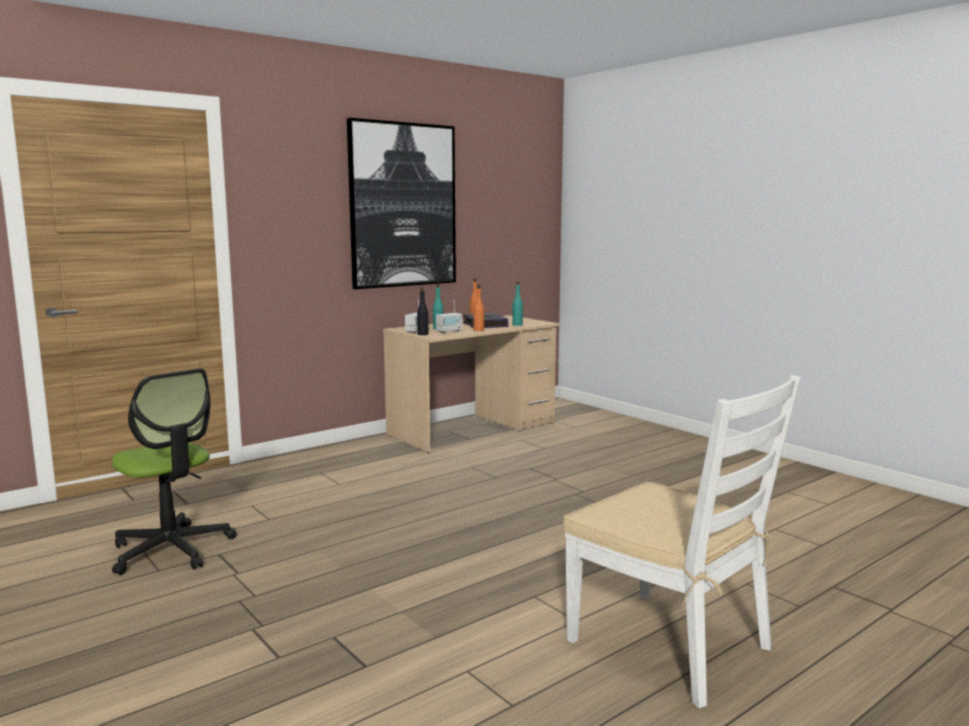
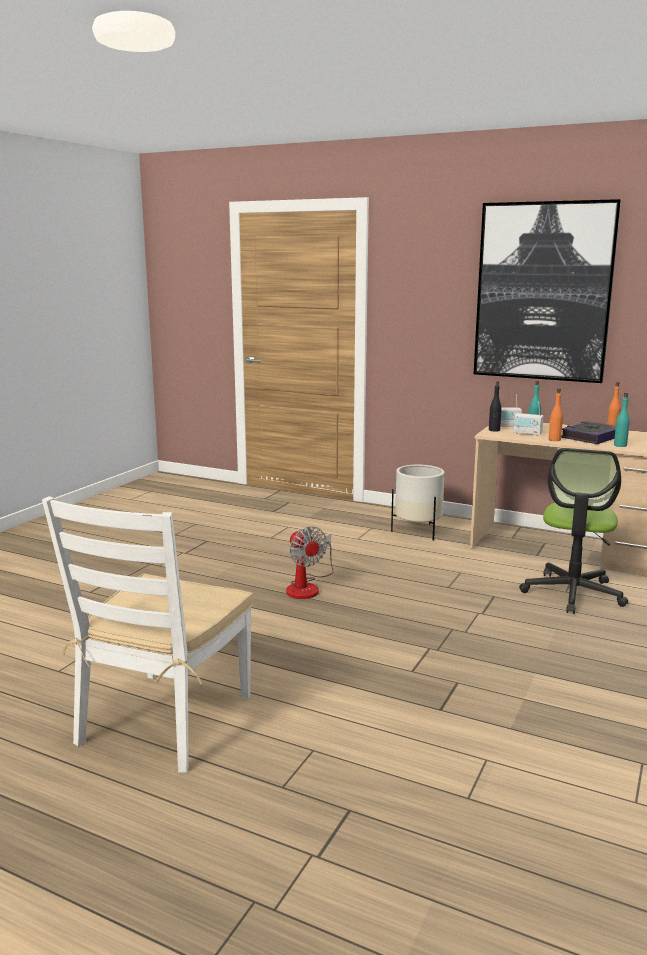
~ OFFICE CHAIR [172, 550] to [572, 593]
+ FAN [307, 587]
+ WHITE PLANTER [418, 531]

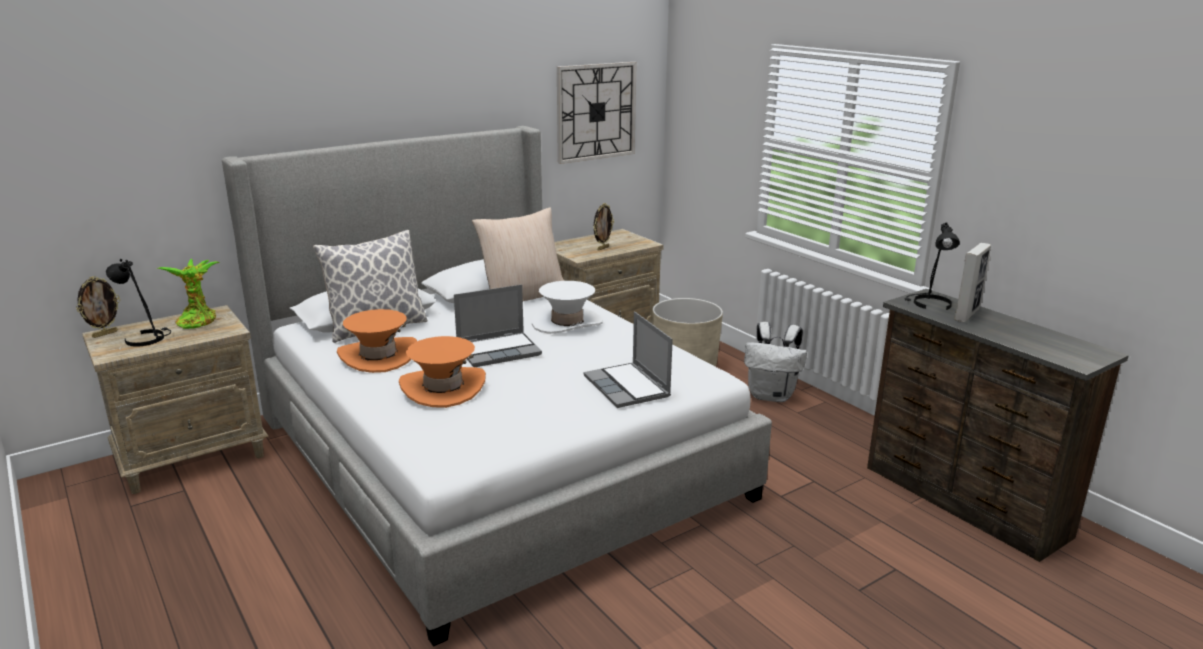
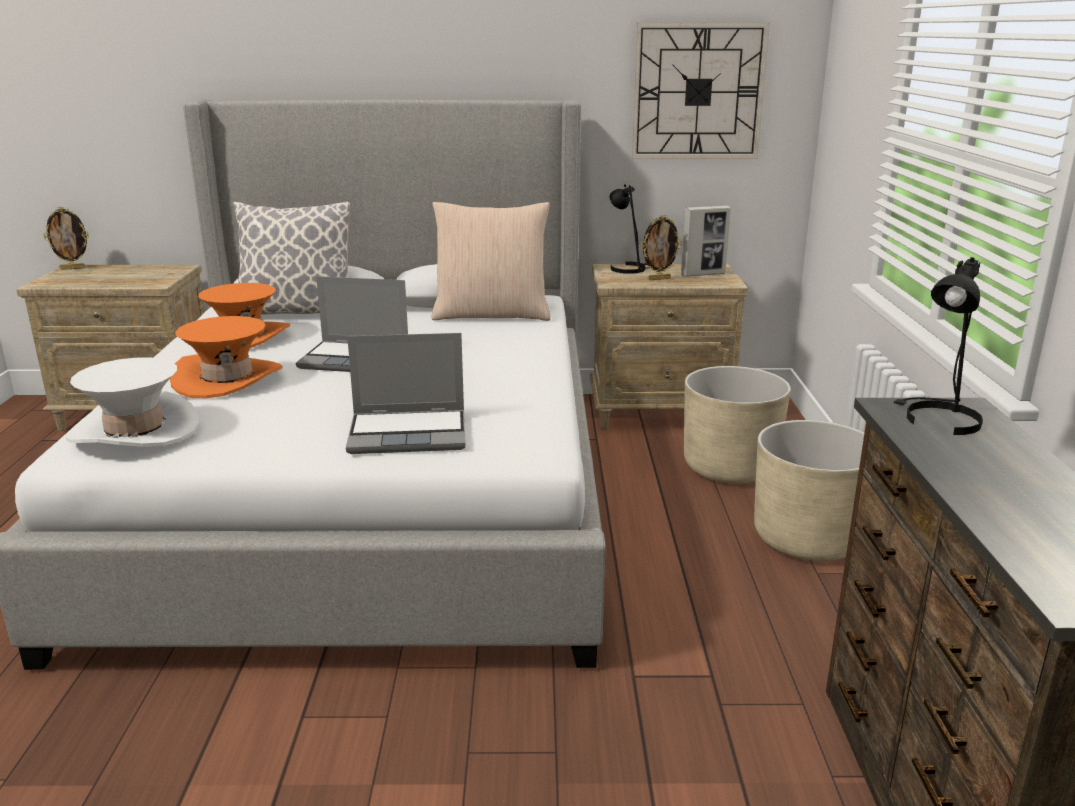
~ BLACK TABLE LAMP [146, 338] to [629, 268]
- POTTED PLANT [197, 320]
~ WHITE HAT [567, 323] to [135, 431]
~ LAPTOP [628, 387] = [410, 433] 105 degrees counterclockwise
~ WHITE BACKPACK [772, 395] to BEIGE PLANTER [807, 538]
~ PICTURE FRAME [966, 315] to [703, 274]

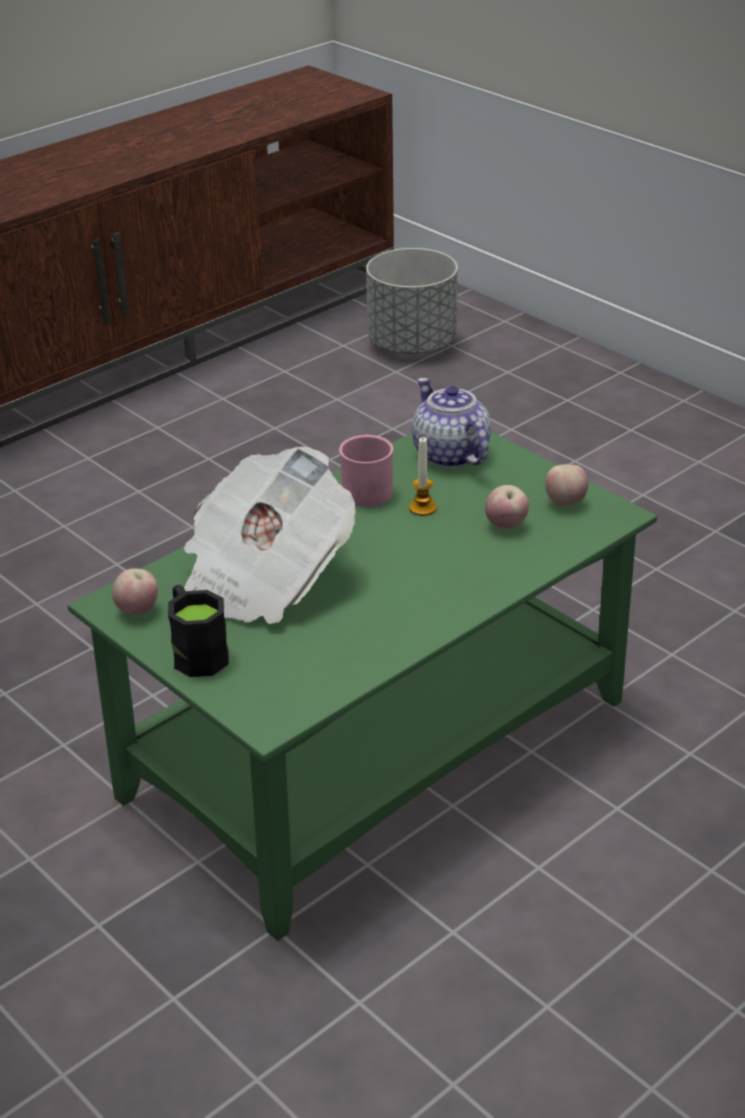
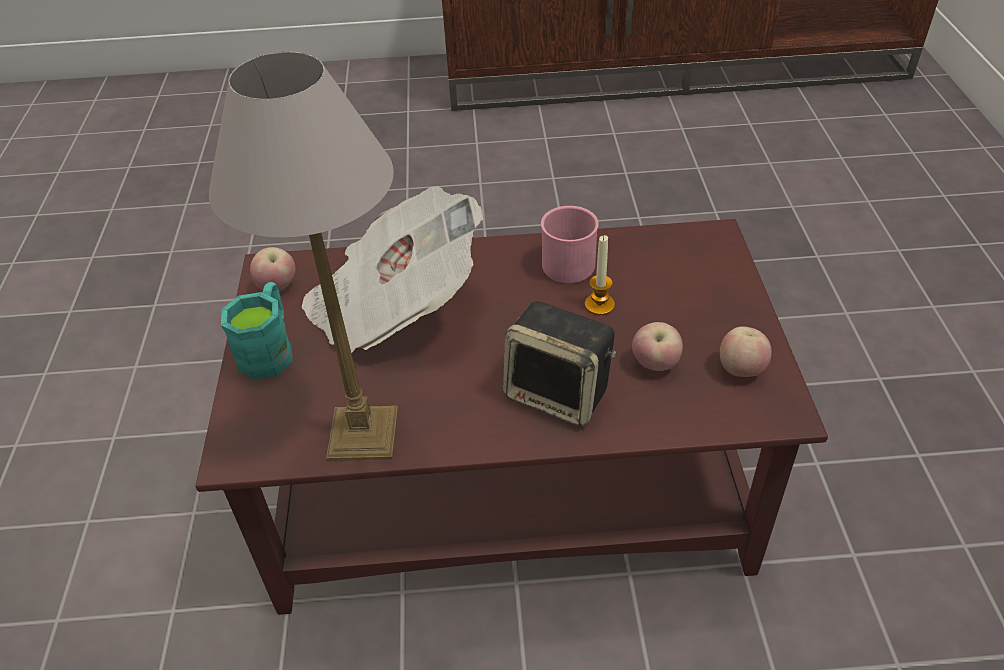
~ GREEN COFFEE TABLE [374, 751] to BROWN COFFEE TABLE [505, 490]
~ BLACK MUG [196, 651] to TURQUOISE MUG [270, 349]
- GREY PLANTER [413, 344]
- TEAPOT [449, 454]
+ TABLE LAMP [365, 432]
+ SPEAKER [559, 394]

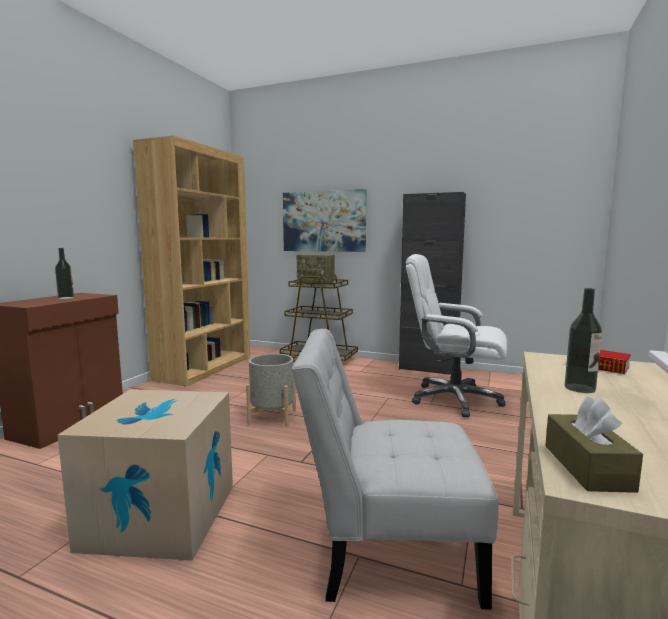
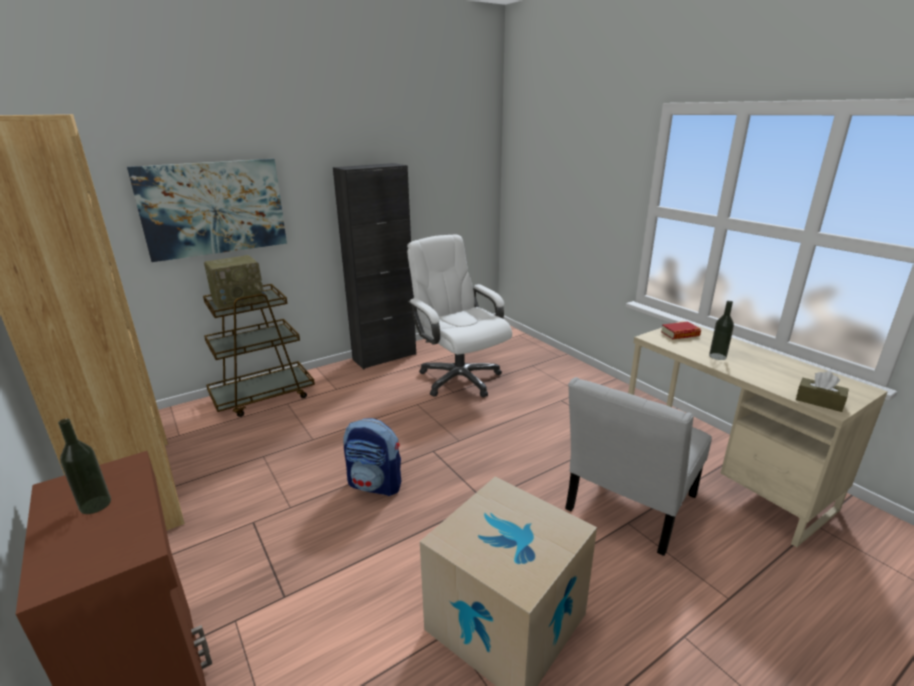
~ GREY PLANTER [272, 417] to BACKPACK [376, 484]
~ WHITE OFFICE CHAIR [454, 399] = [459, 379] 90 degrees clockwise

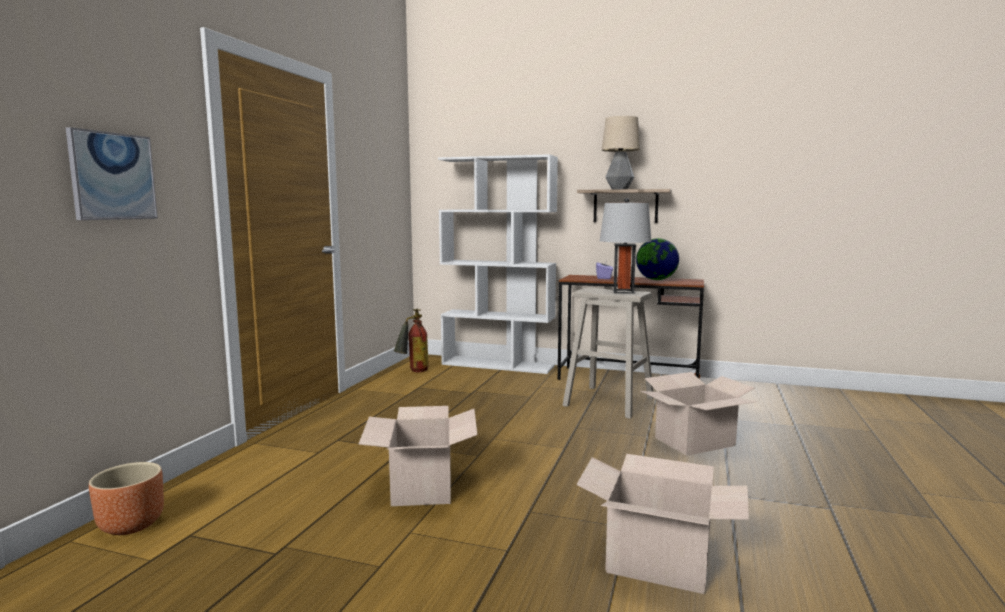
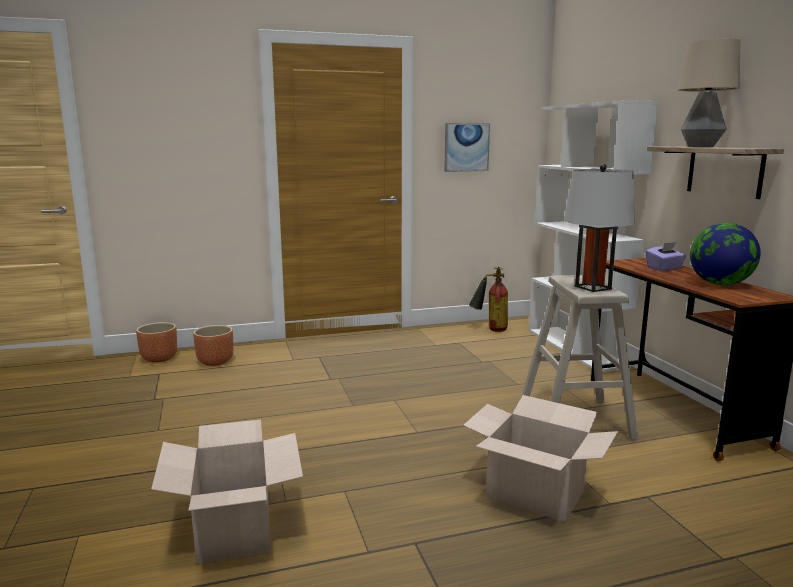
~ PICTURE [112, 176] to [466, 147]
- CARDBOARD BOX [423, 487]
+ BROWN PLANTER [215, 361]

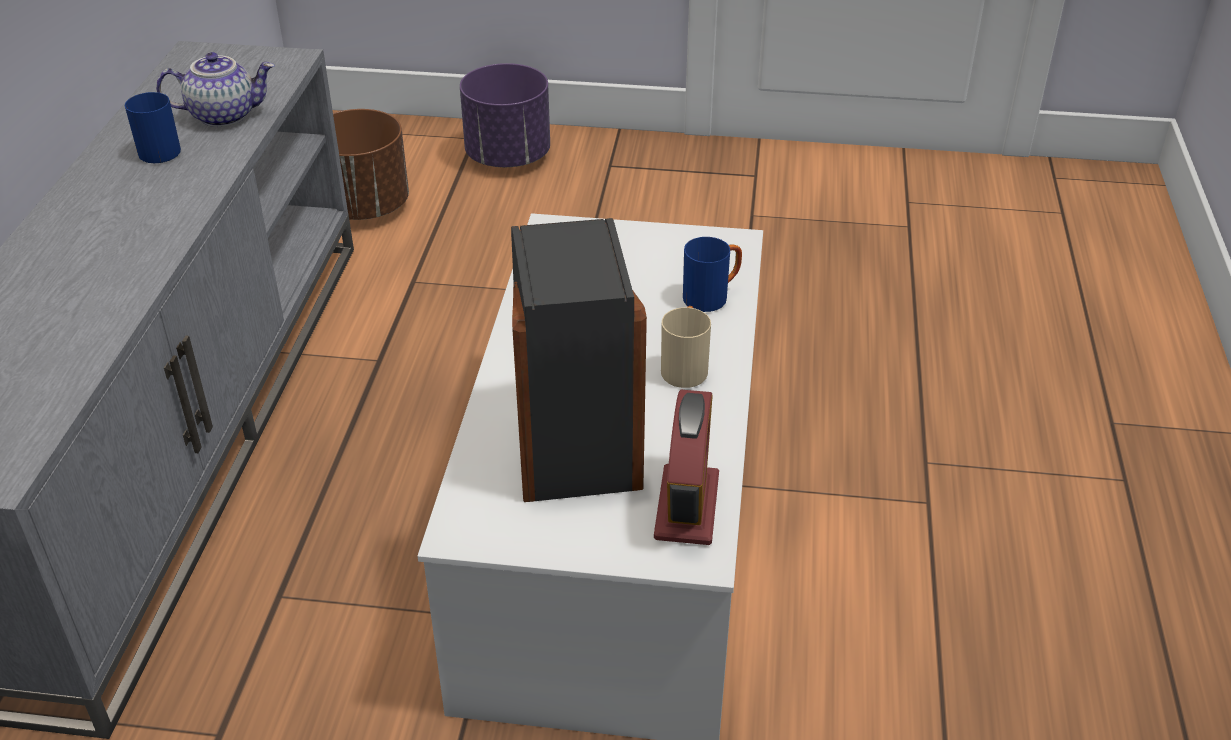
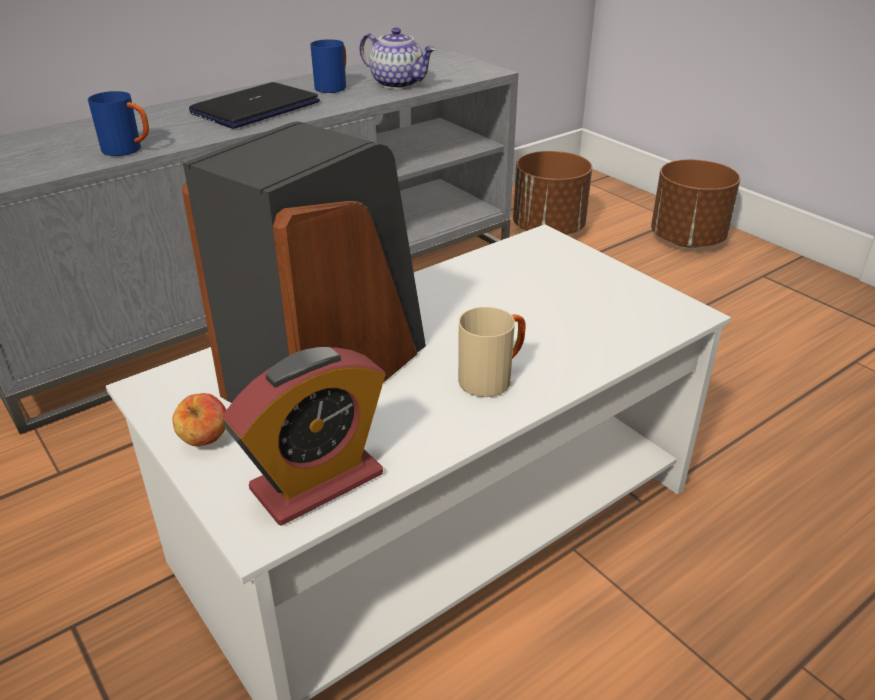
~ PURPLE PLANTER [507, 157] to BROWN PLANTER [686, 240]
~ BLUE MUG [712, 296] to [129, 150]
+ APPLE [205, 441]
+ LAPTOP [255, 108]

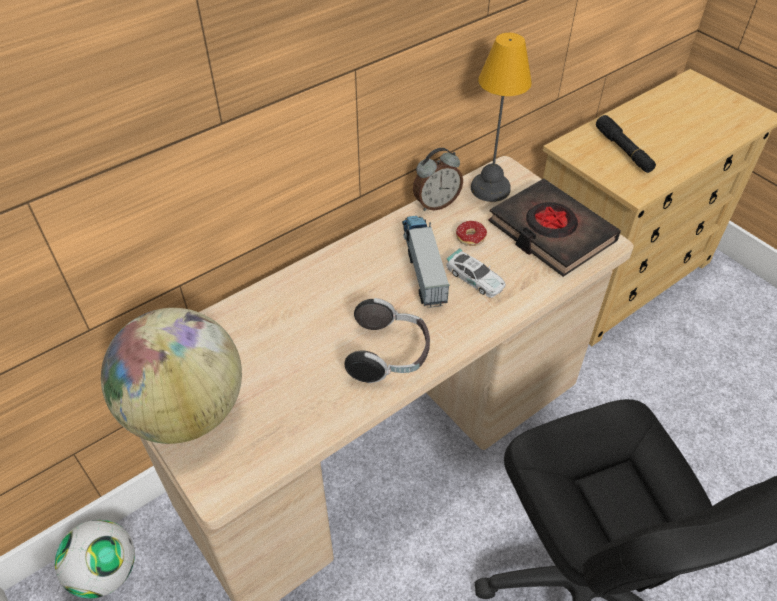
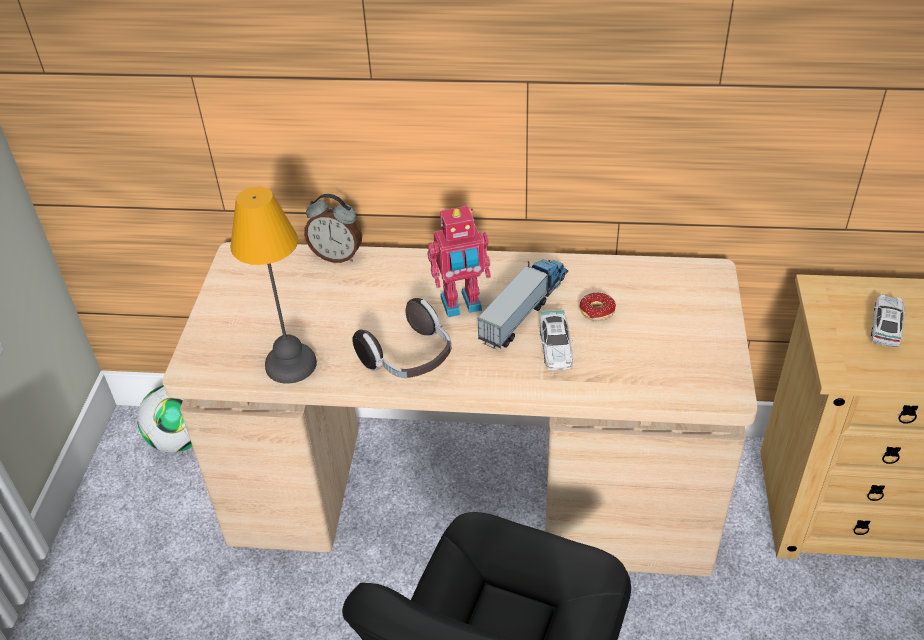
- GLOBE [186, 411]
~ ALARM CLOCK [436, 203] to [337, 256]
~ TABLE LAMP [490, 189] to [289, 365]
- BLACK BOOK [550, 232]
~ BLACK FLASHLIGHT [623, 150] to TOY CAR [886, 325]
+ TOY ROBOT [461, 305]

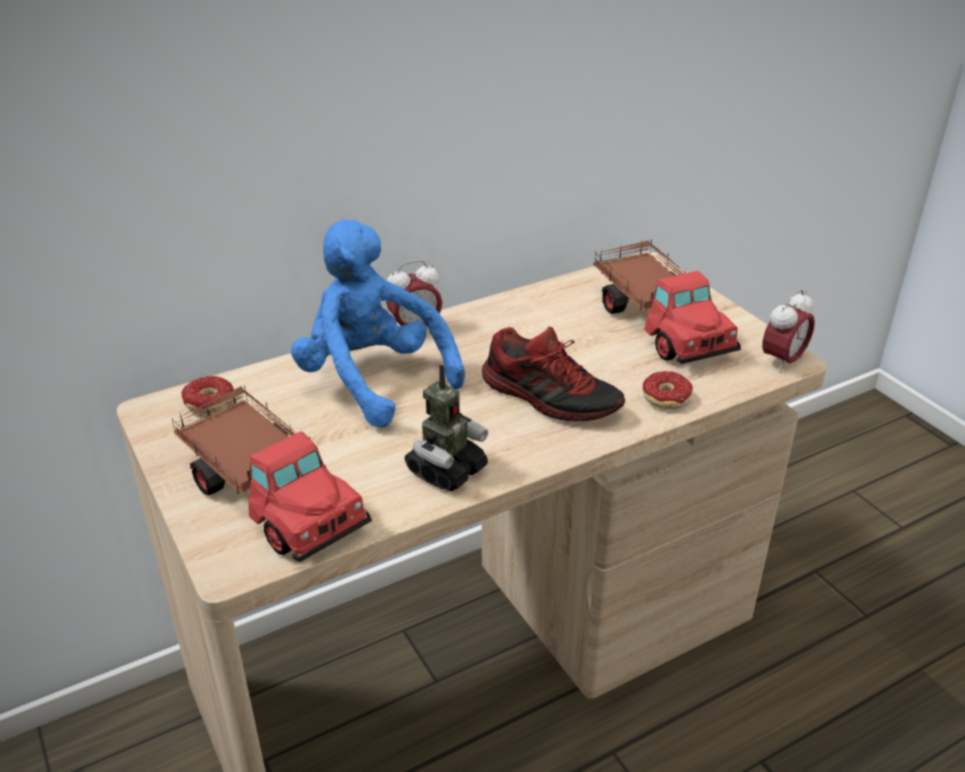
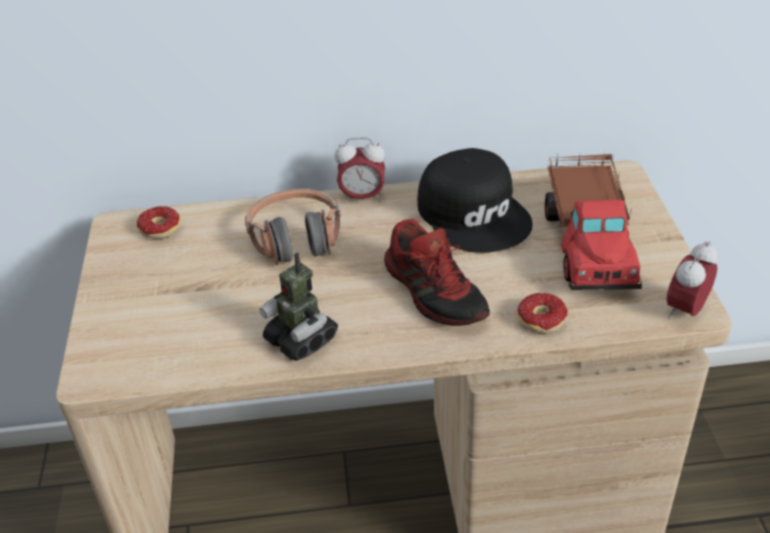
- TOY TRUCK [271, 494]
~ BLUE PLUSH TOY [372, 380] to HEADPHONES [296, 239]
~ TOY ROBOT [446, 471] = [301, 340] 75 degrees clockwise
~ ALARM CLOCK [782, 362] = [686, 310] 150 degrees clockwise
+ BLACK CAP [475, 213]

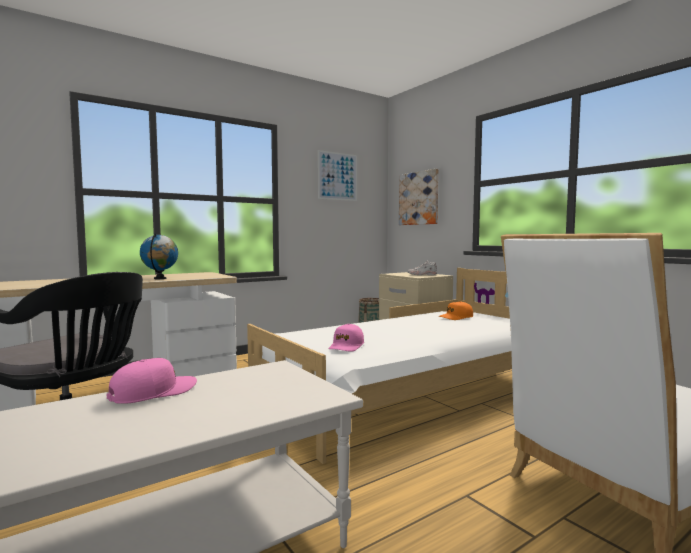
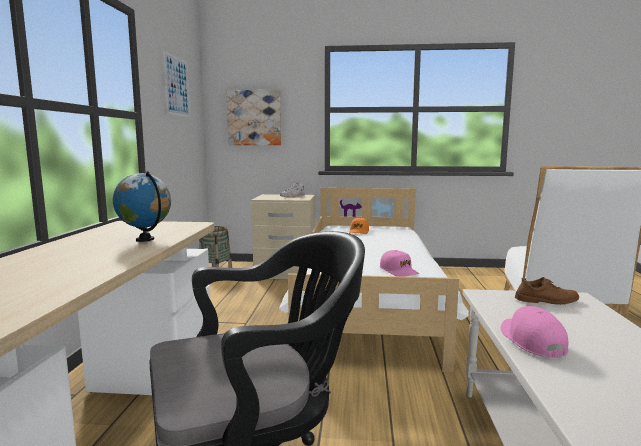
+ BROWN SHOE [546, 300]

